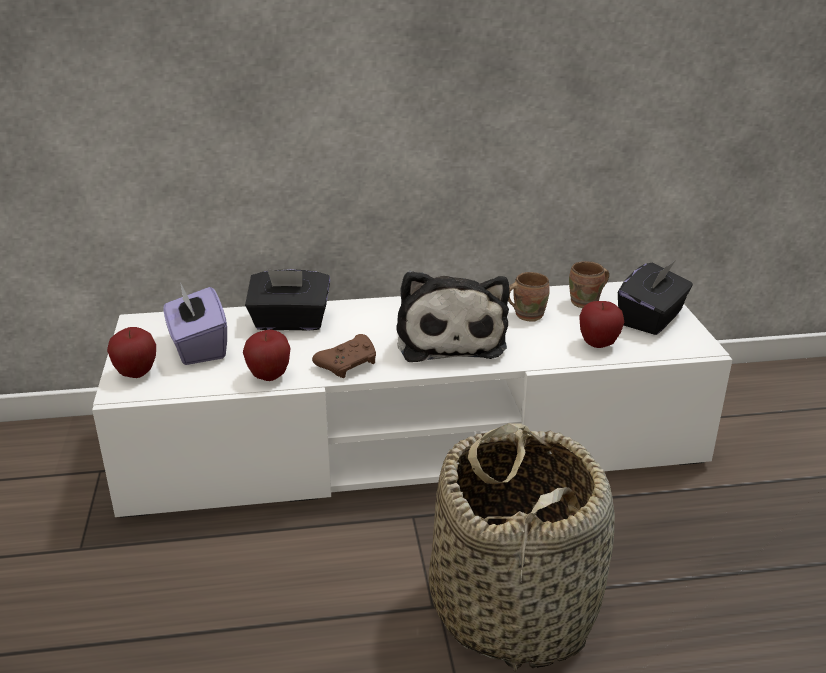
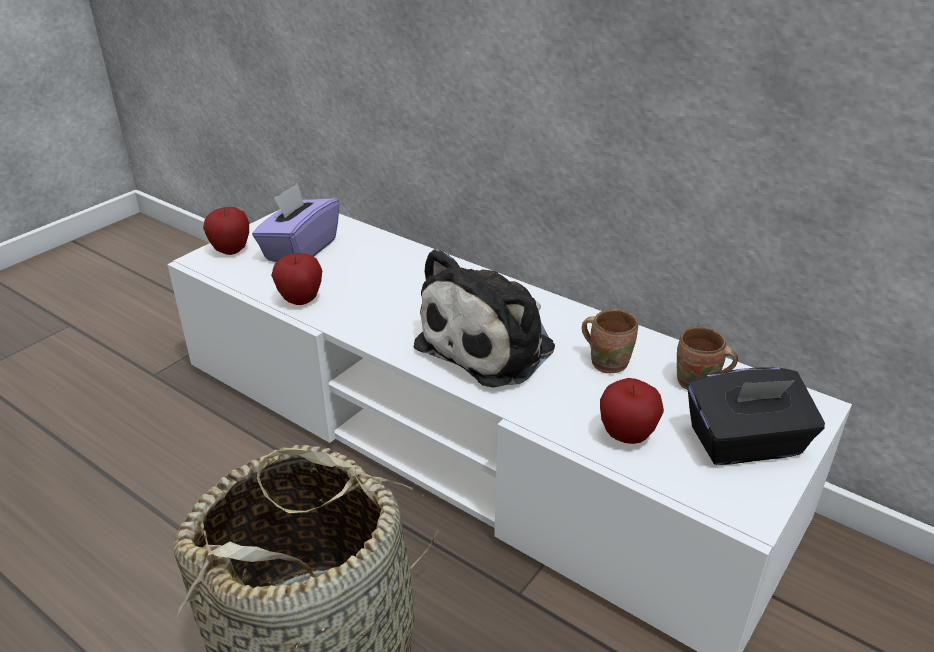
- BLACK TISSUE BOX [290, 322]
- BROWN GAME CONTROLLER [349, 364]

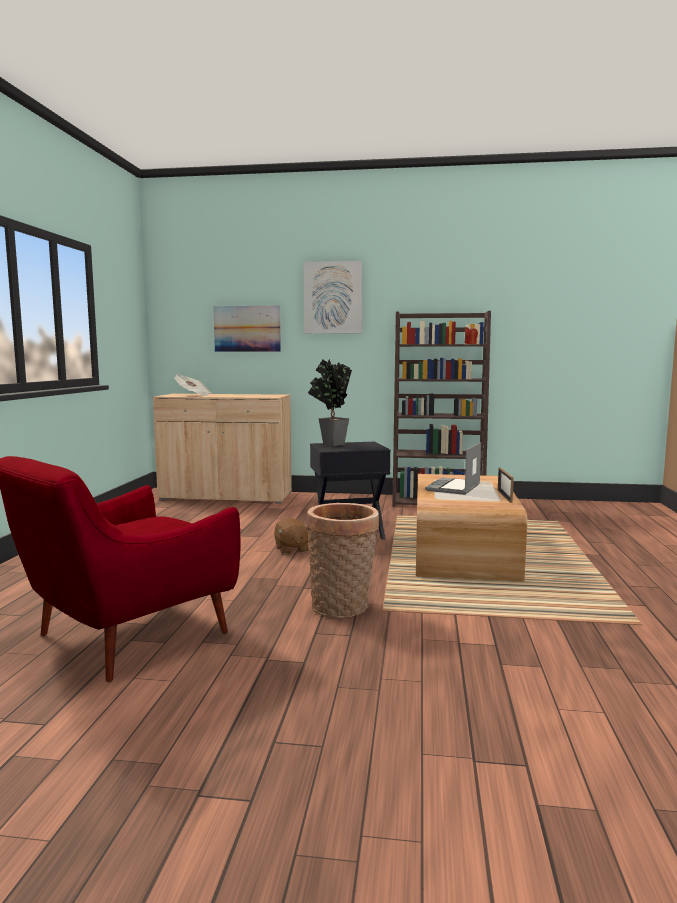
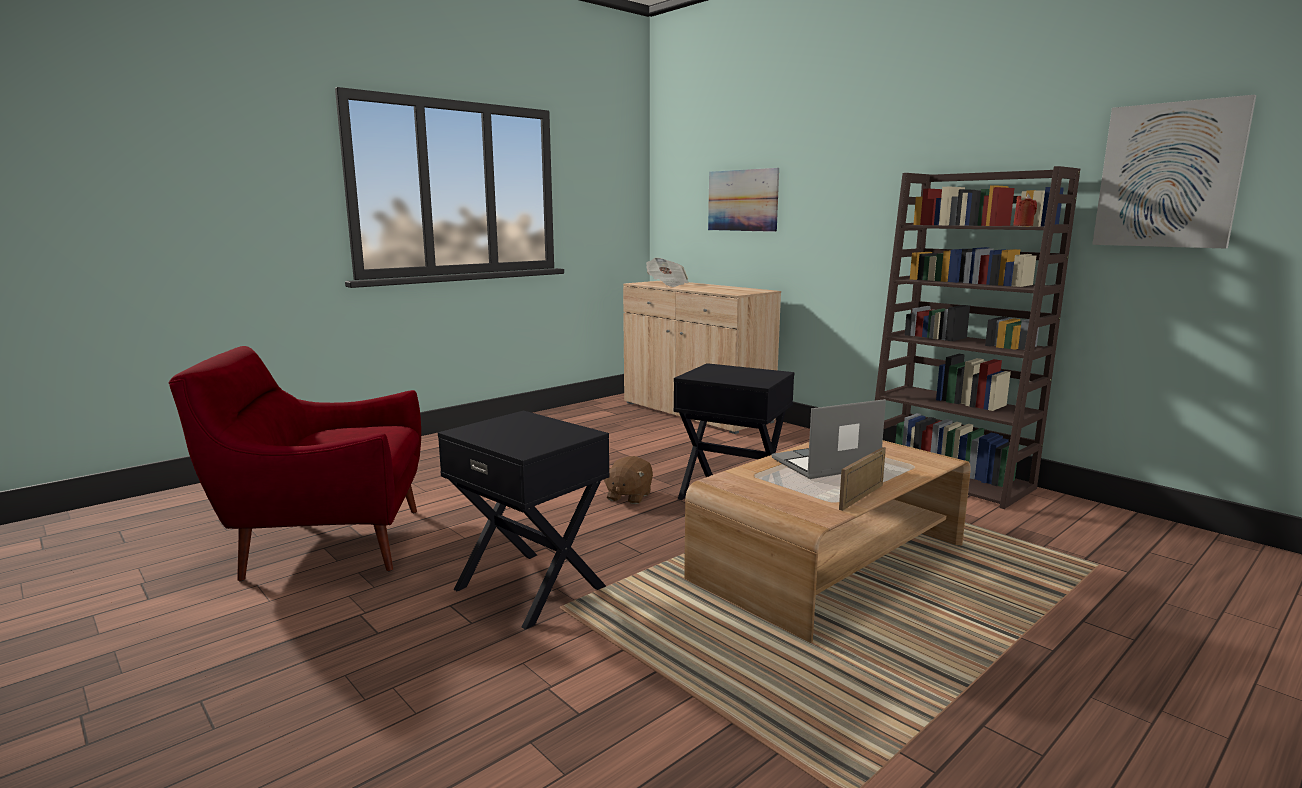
~ PICTURE [333, 297] to [1169, 175]
~ BASKET [343, 607] to BLACK SIDE TABLE [531, 587]
- POTTED PLANT [330, 444]

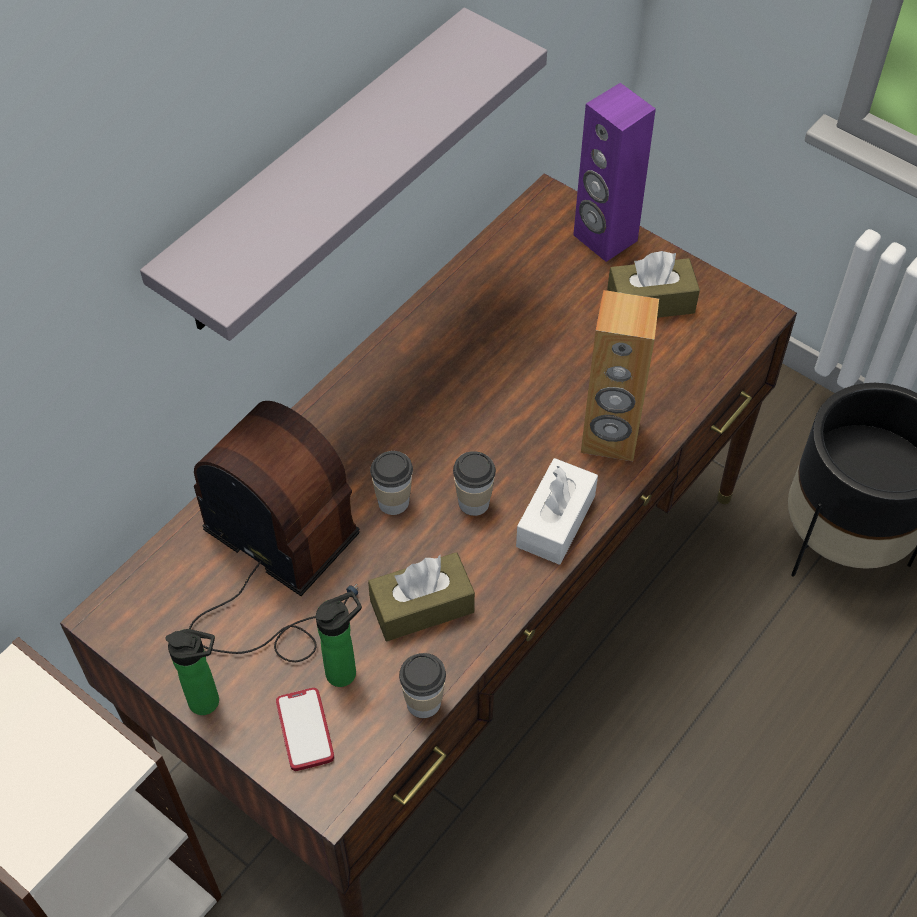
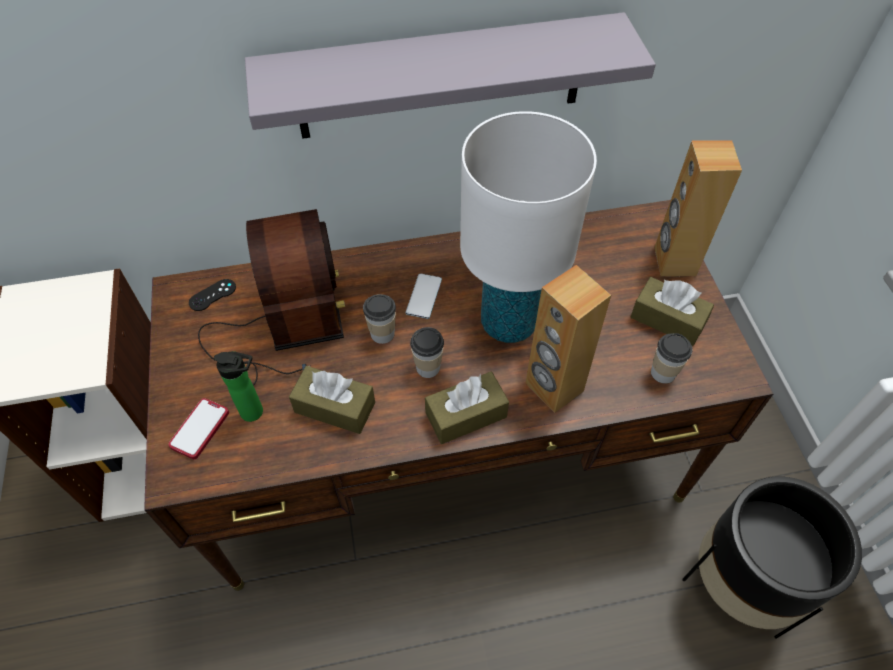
- BOTTLE [209, 702]
~ CUP [423, 702] to [663, 373]
~ WHITE TISSUE BOX [555, 521] to BROWN TISSUE BOX [466, 415]
~ PURPLE SPEAKER [604, 238] to BROWN SPEAKER [674, 261]
+ BLACK GAME CONTROLLER [212, 295]
+ PHONE [424, 296]
+ WHITE TABLE LAMP [508, 322]

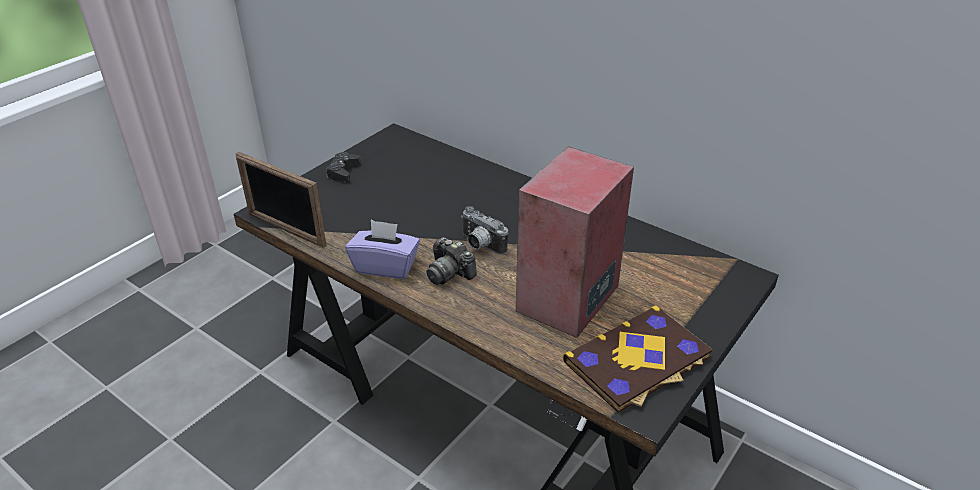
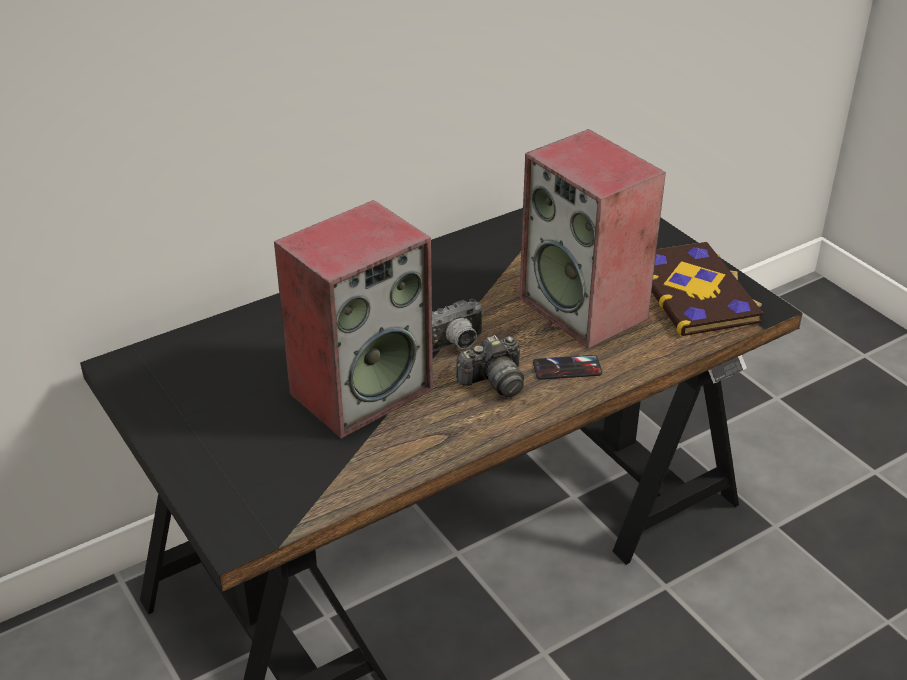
- PICTURE FRAME [286, 230]
- BLACK GAME CONTROLLER [343, 171]
- PURPLE TISSUE BOX [385, 266]
+ SPEAKER [362, 390]
+ PHONE [567, 368]

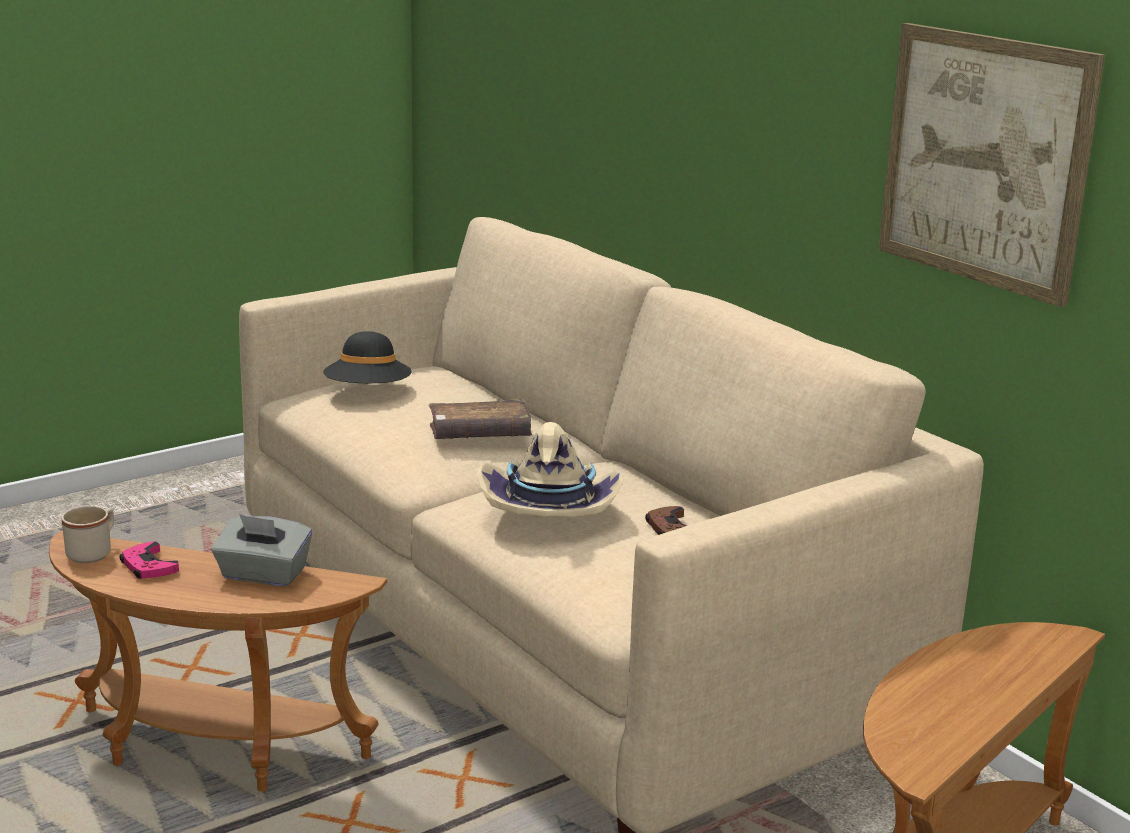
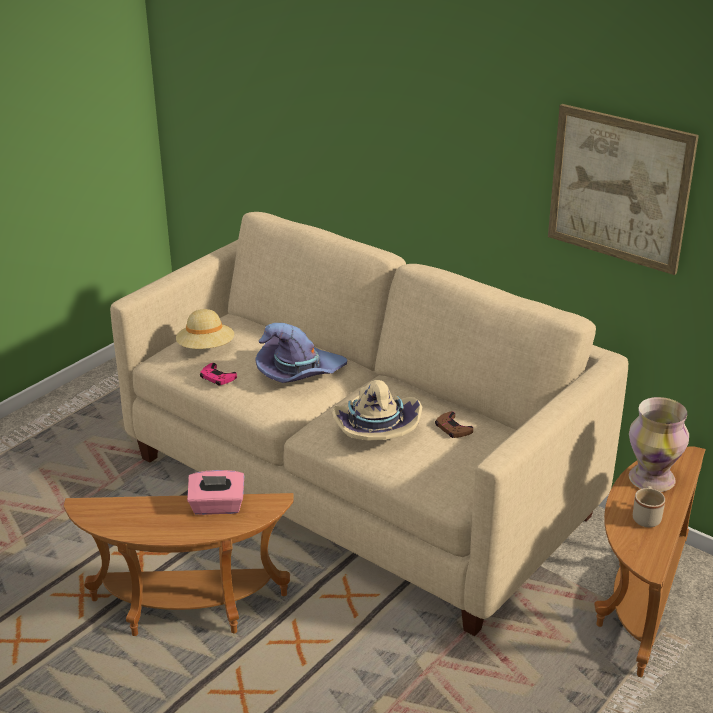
~ BEIGE MUG [94, 552] to [646, 517]
~ PINK GAME CONTROLLER [148, 566] to [217, 377]
~ GREY TISSUE BOX [263, 575] to PINK TISSUE BOX [217, 507]
~ BLACK HAT [368, 392] to BEIGE HAT [206, 348]
~ BROWN BOOK [479, 435] to PURPLE HAT [298, 373]
+ VASE [651, 479]

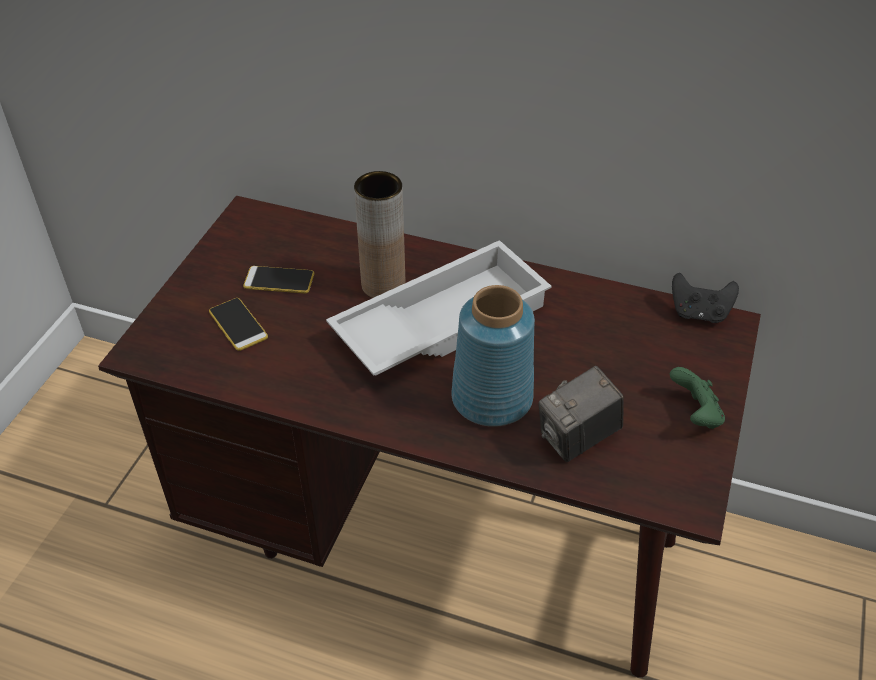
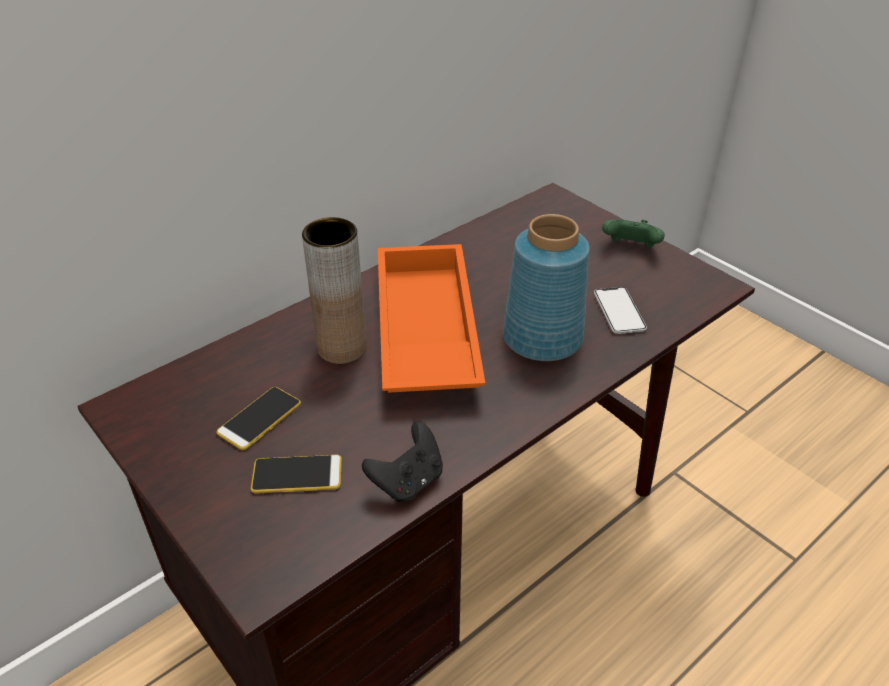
~ WHITE TRAY [440, 320] to ORANGE TRAY [422, 331]
~ PHOTO CAMERA [577, 439] to PHONE [619, 311]
~ BLACK GAME CONTROLLER [699, 313] to [408, 481]

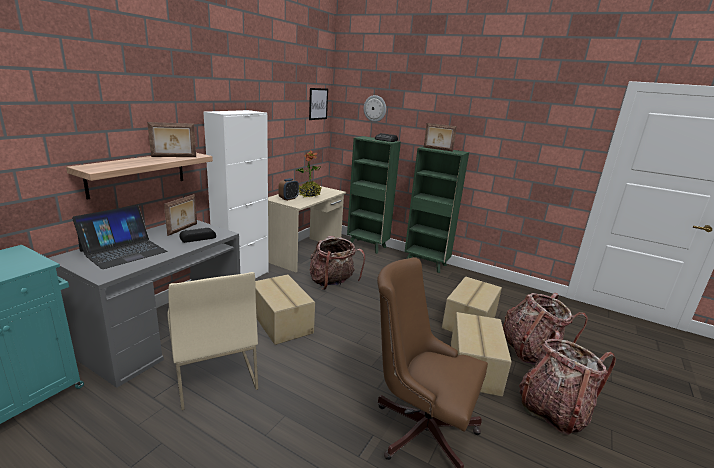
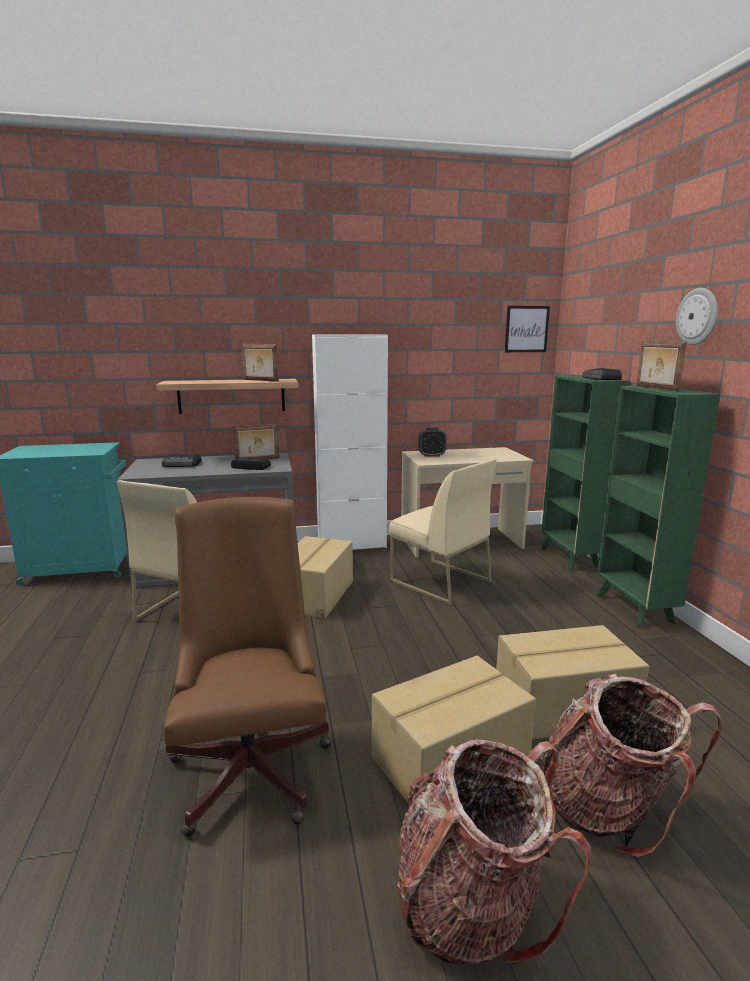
~ LAPTOP [123, 251] to RADIO [182, 464]
- POTTED PLANT [309, 195]
~ BACKPACK [332, 283] to BEIGE CHAIR [439, 581]
~ WALL CLOCK [375, 108] to [697, 316]

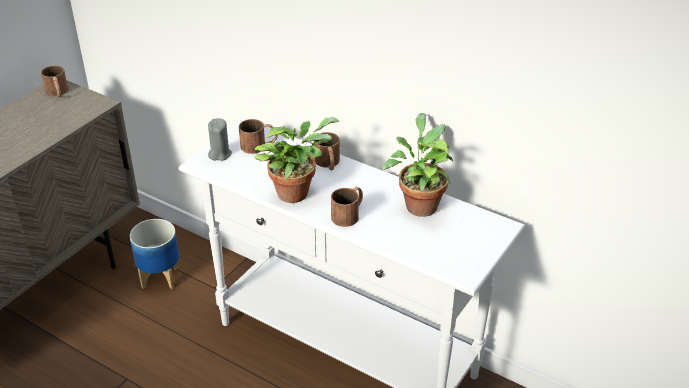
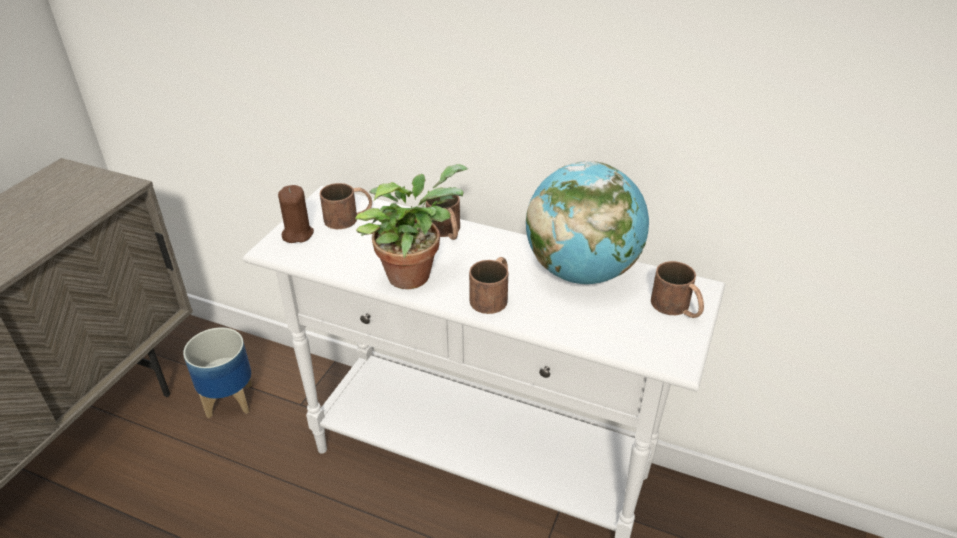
~ BROWN MUG [58, 93] to [677, 308]
~ GREY CANDLE [219, 154] to BROWN CANDLE [297, 234]
~ POTTED PLANT [419, 204] to GLOBE [581, 271]

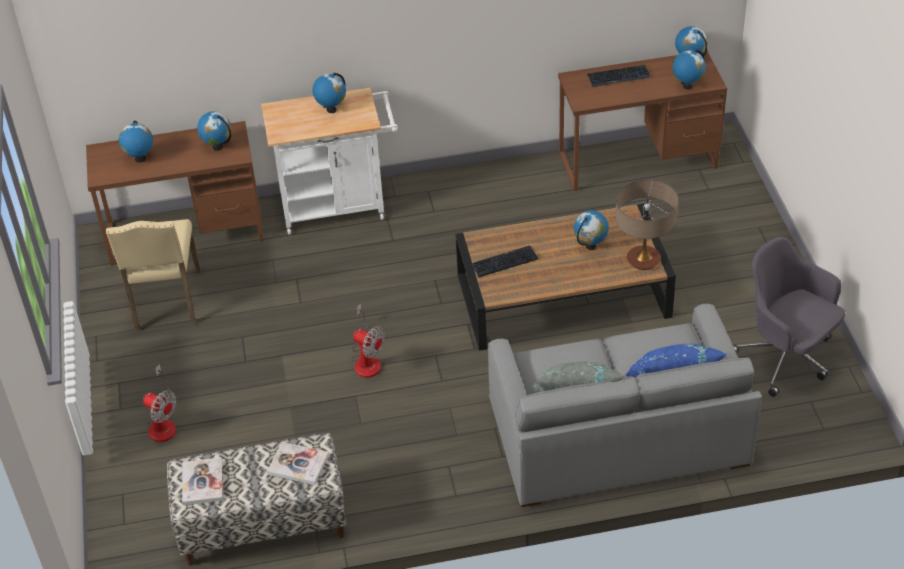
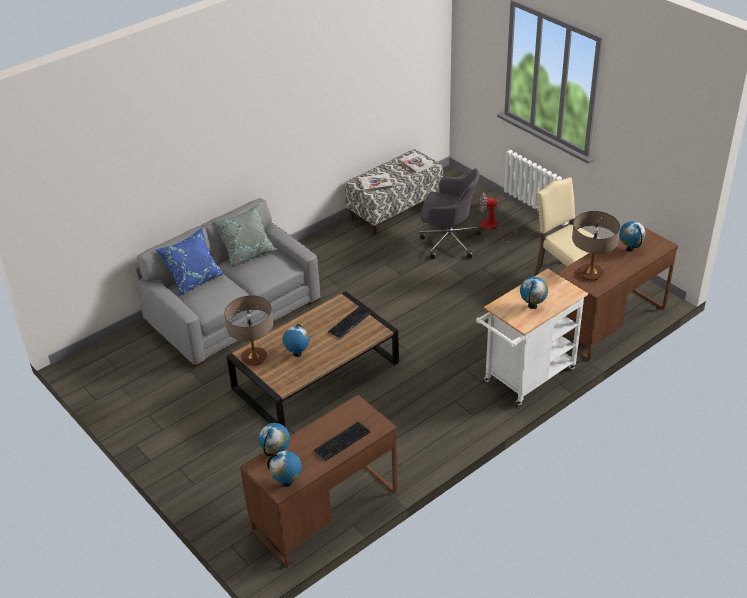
~ GLOBE [218, 147] to TABLE LAMP [590, 274]
- FAN [367, 360]
~ GREY OFFICE CHAIR [786, 358] to [448, 241]

